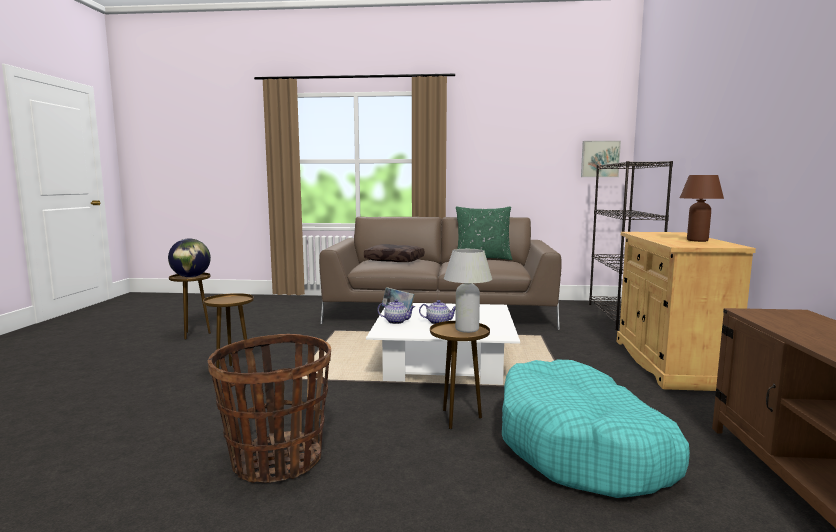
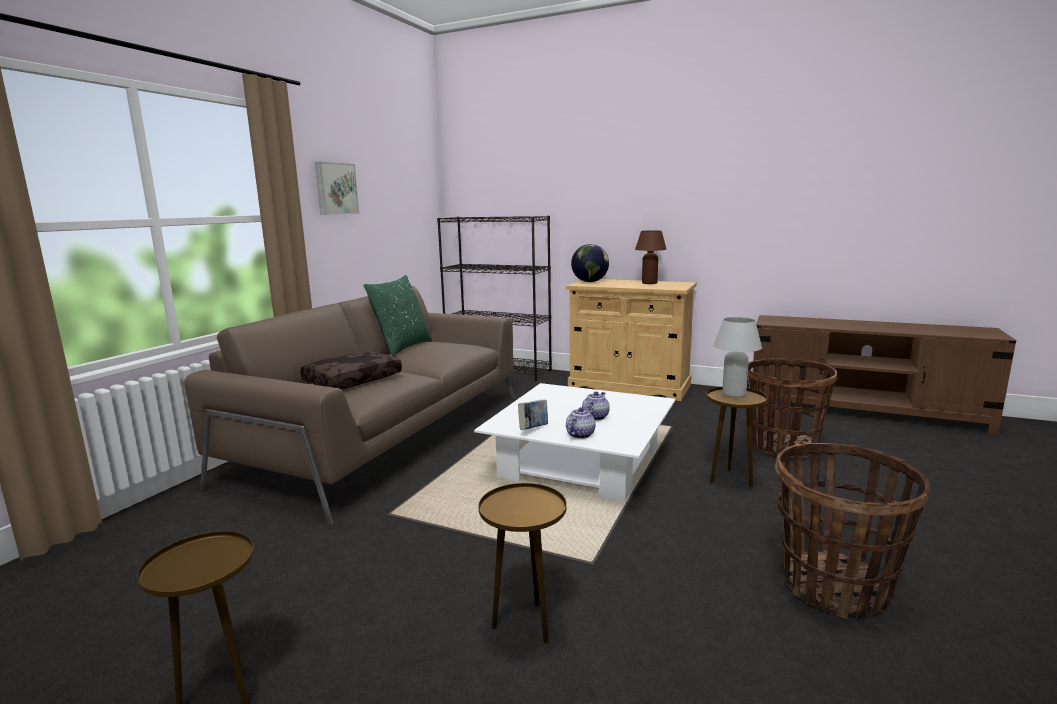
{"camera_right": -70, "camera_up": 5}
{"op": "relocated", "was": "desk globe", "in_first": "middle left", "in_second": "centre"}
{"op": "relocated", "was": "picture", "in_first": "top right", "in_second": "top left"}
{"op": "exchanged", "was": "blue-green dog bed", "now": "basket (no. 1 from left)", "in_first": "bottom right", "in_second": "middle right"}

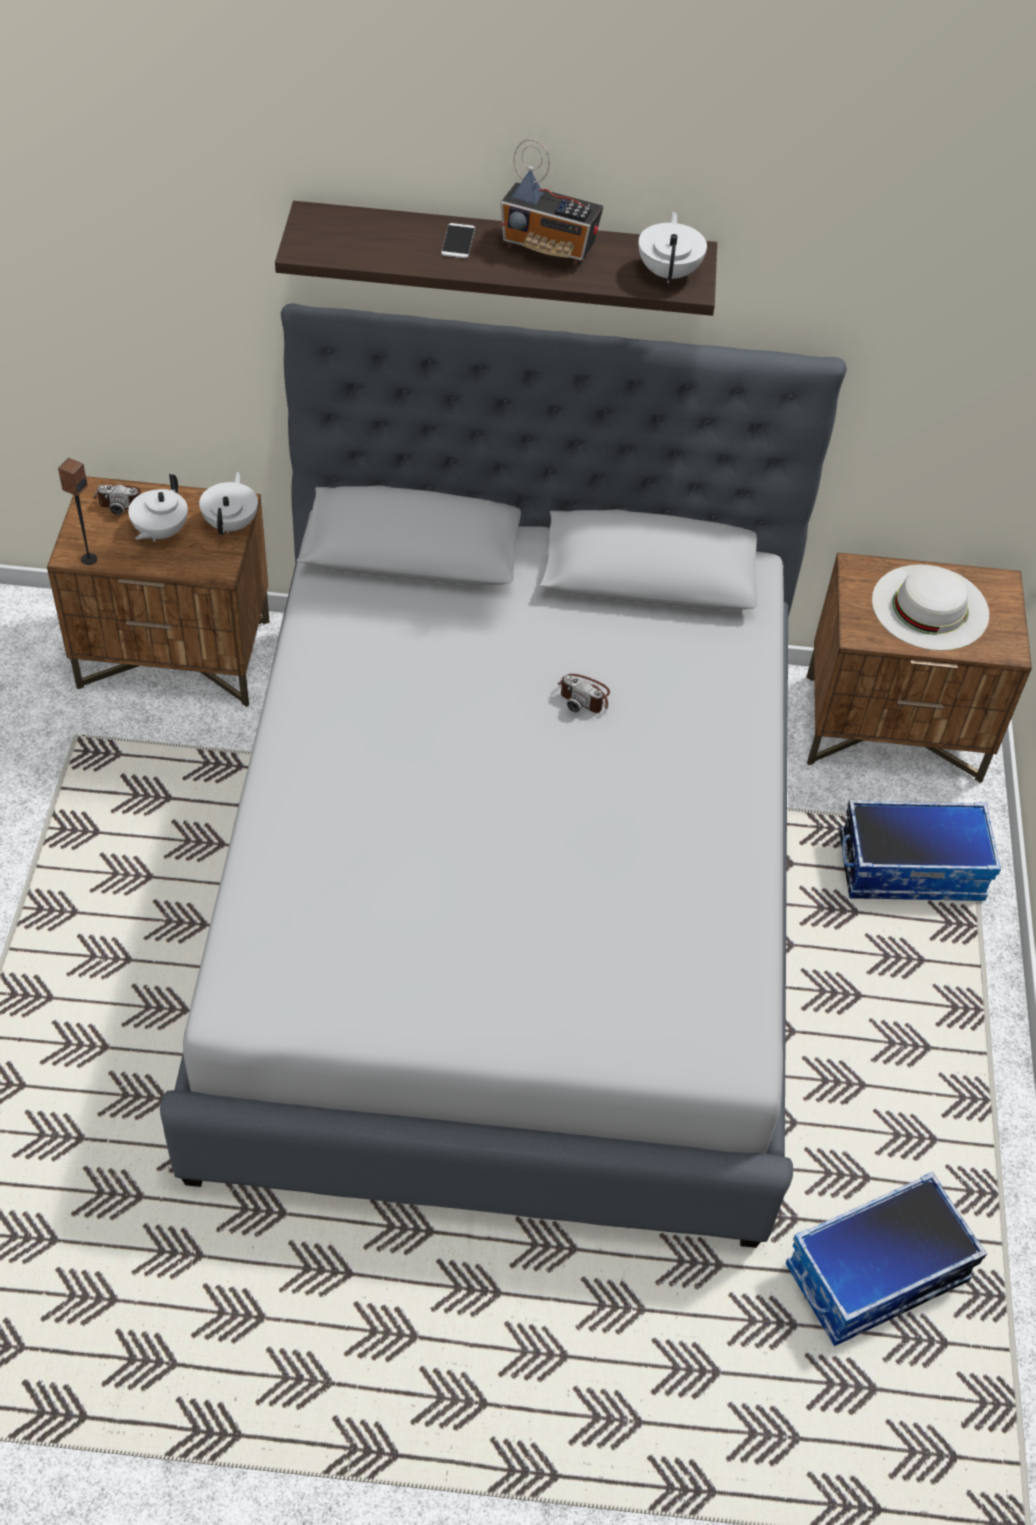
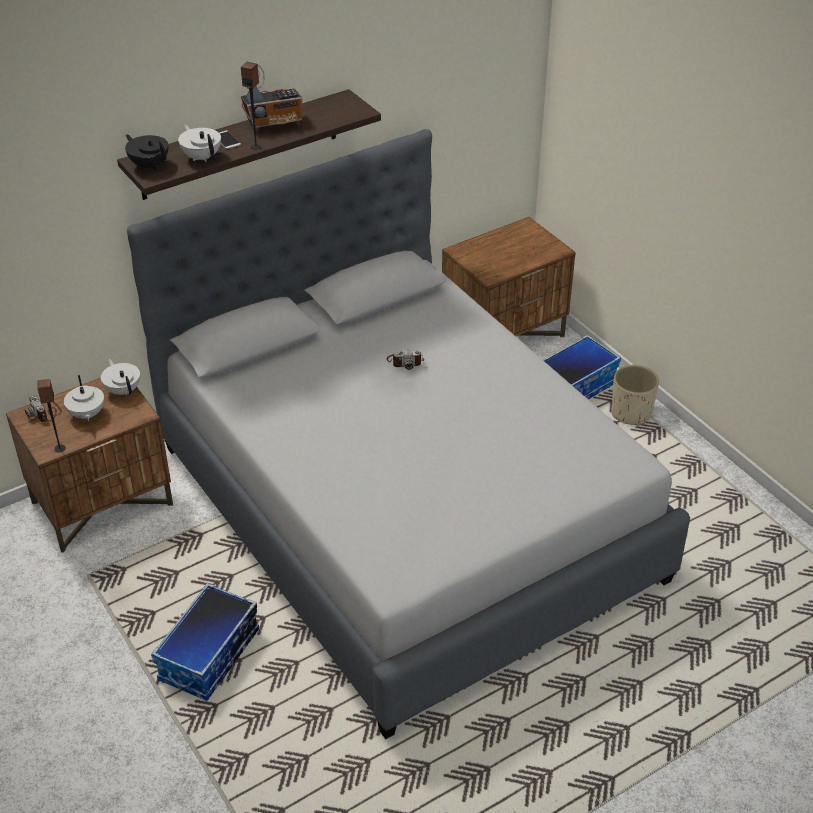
{"camera_right": -35, "camera_up": -10}
{"op": "missing", "was": "white-coloured wearable hat", "in_first": "middle right"}
{"op": "appeared", "now": "black-coloured tea pot", "in_second": "top left"}
{"op": "appeared", "now": "speaker (no. 2 from left)", "in_second": "top left"}
{"op": "appeared", "now": "beige-coloured flower pot", "in_second": "middle right"}
{"op": "relocated", "was": "white-coloured tea pot (no. 3 from left)", "in_first": "top centre", "in_second": "top left"}
{"op": "relocated", "was": "storage box (no. 1 from left)", "in_first": "bottom right", "in_second": "bottom left"}
{"op": "spun", "was": "photo camera (no. 1 from left)", "in_first": "top left", "in_second": "middle left", "clockwise": 90}

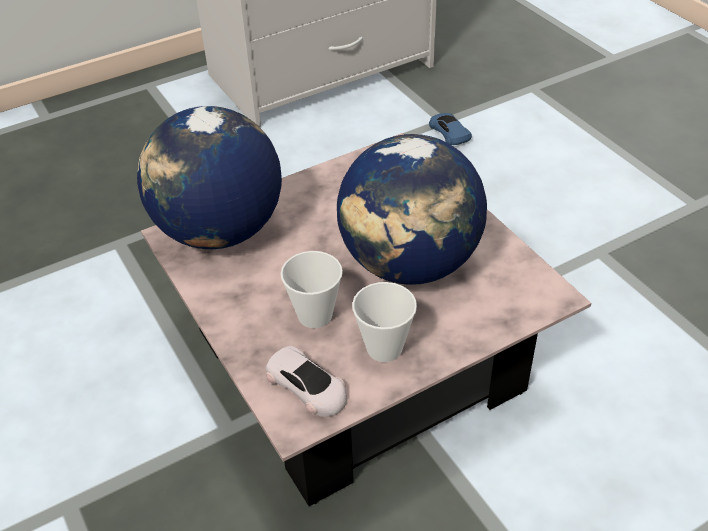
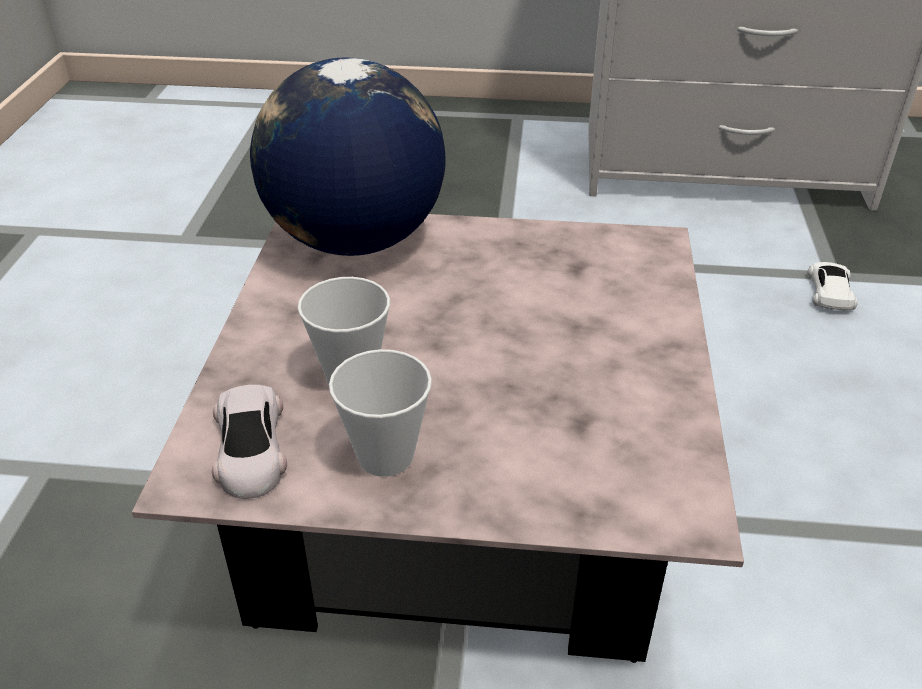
{"camera_right": 35, "camera_up": -5}
{"op": "missing", "was": "desk globe (no. 2 from left)", "in_first": "centre"}
{"op": "colour", "was": "blue-coloured model car", "now": "white-coloured model car (no. 2 from left)", "in_first": "top centre", "in_second": "middle right"}

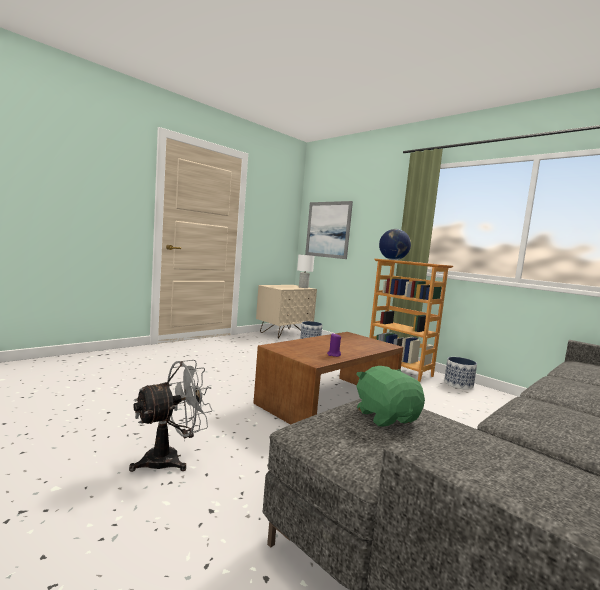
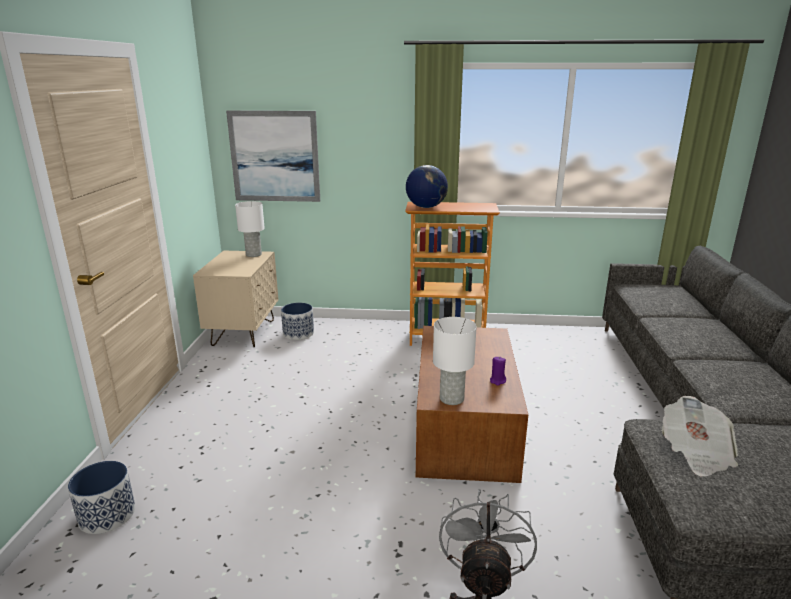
{"camera_right": -40, "camera_up": 15}
{"op": "appeared", "now": "white-coloured lamp for a table (no. 2 from left)", "in_second": "centre"}
{"op": "relocated", "was": "flower pot (no. 2 from left in the first image)", "now": "flower pot (no. 1 from left)", "in_first": "middle right", "in_second": "bottom left"}
{"op": "exchanged", "was": "greenish soft toy", "now": "daily paper", "in_first": "bottom centre", "in_second": "bottom right"}

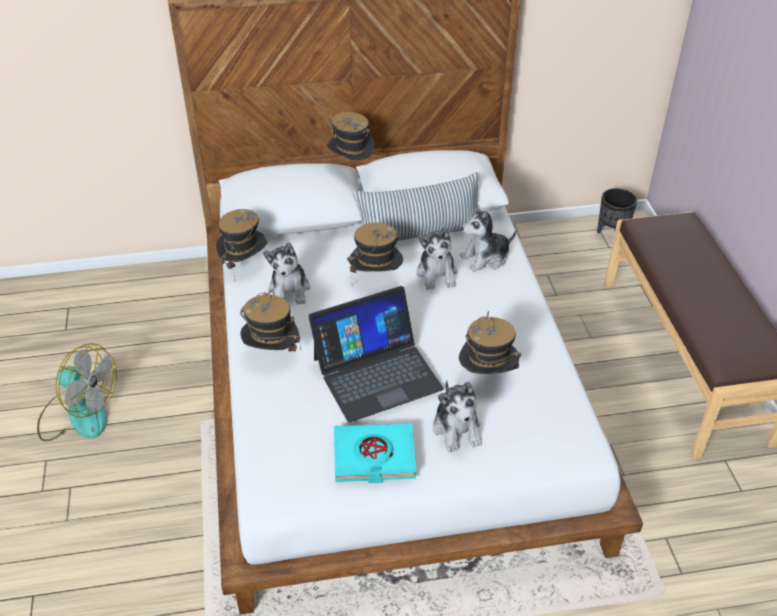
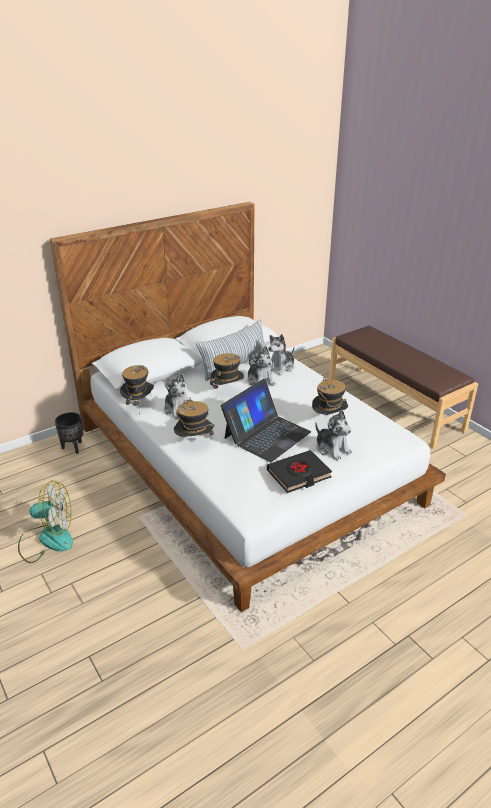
{"camera_right": -25, "camera_up": -10}
{"op": "missing", "was": "wearable hat (no. 3 from left)", "in_first": "top centre"}
{"op": "relocated", "was": "black-coloured flower pot", "in_first": "middle right", "in_second": "middle left"}
{"op": "colour", "was": "blue-green bound book", "now": "black-coloured bound book", "in_first": "bottom centre", "in_second": "centre"}

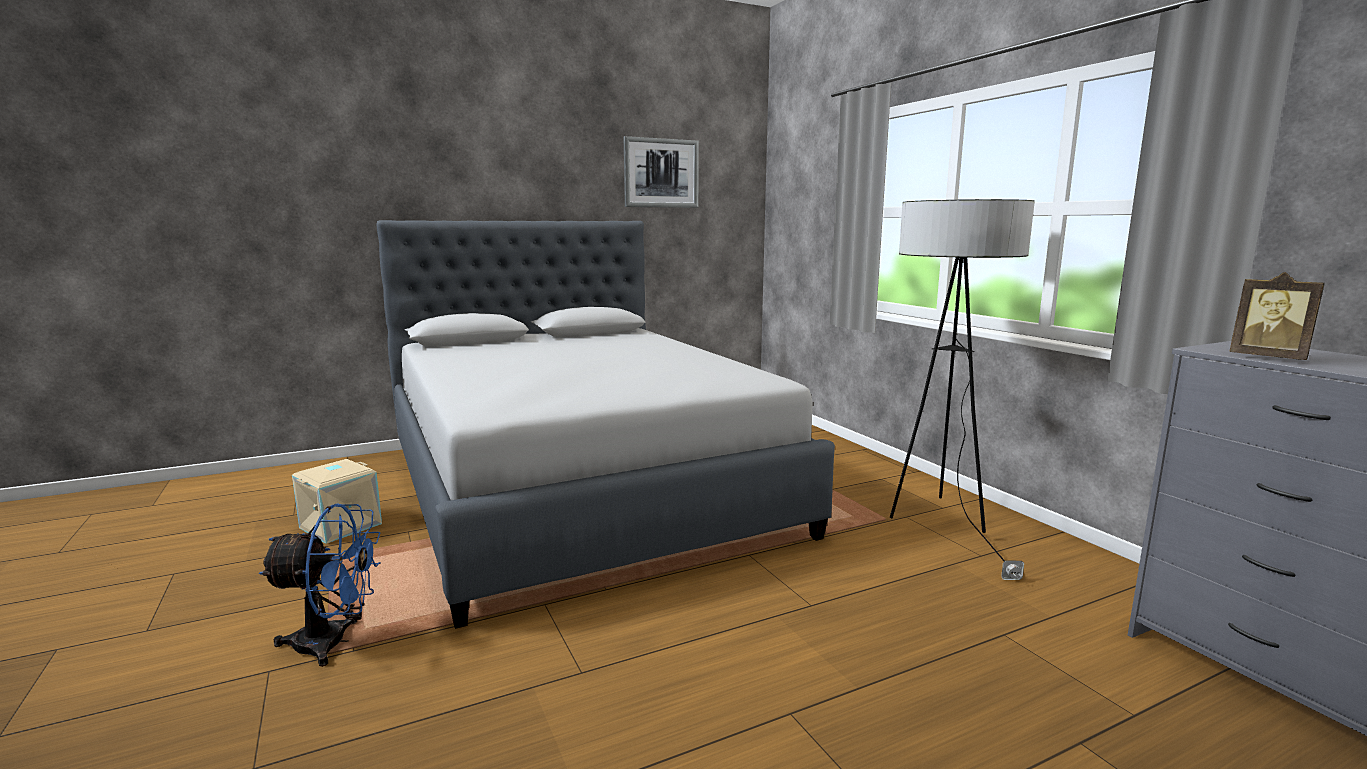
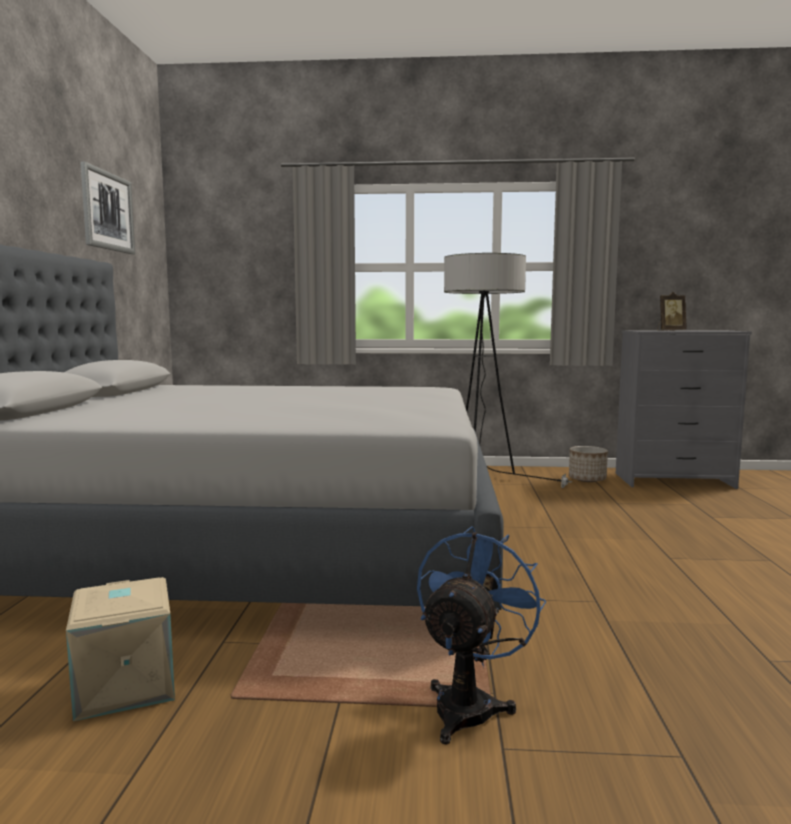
{"camera_right": -60, "camera_up": -5}
{"op": "appeared", "now": "flower pot", "in_second": "middle right"}

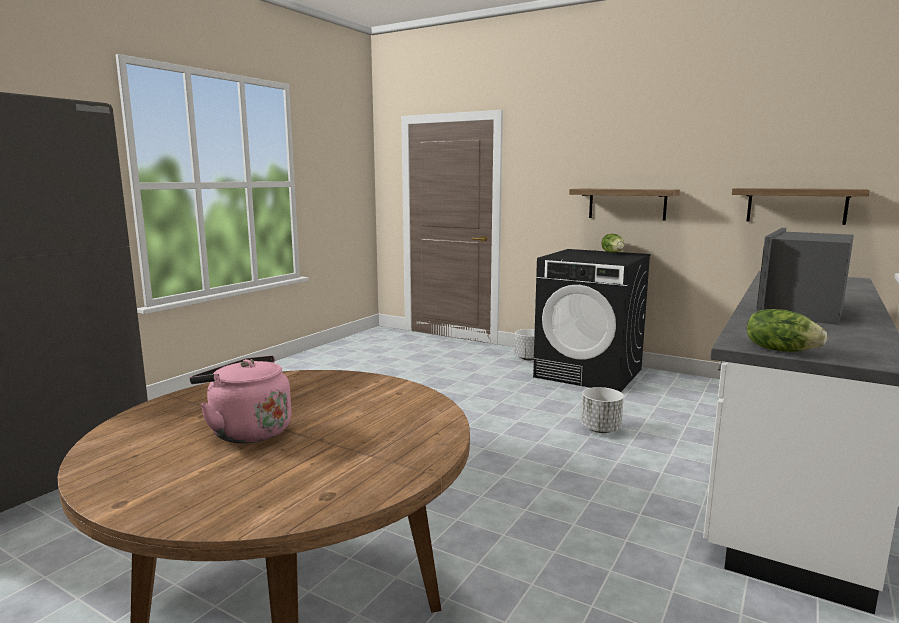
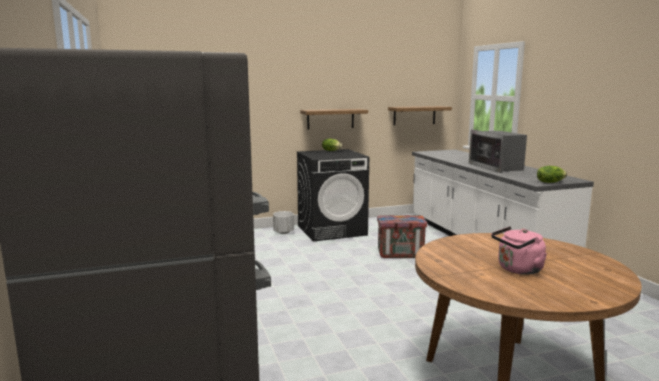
{"camera_right": -50, "camera_up": 0}
{"op": "exchanged", "was": "white-coloured flower pot (no. 2 from left)", "now": "packing crate", "in_first": "middle right", "in_second": "centre"}

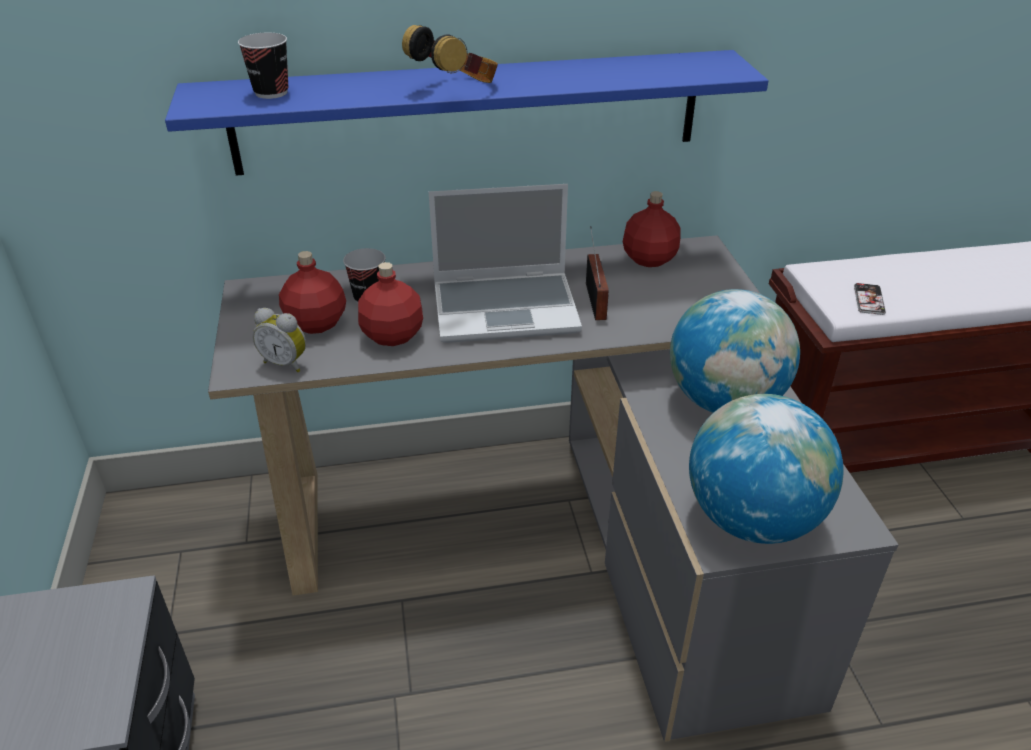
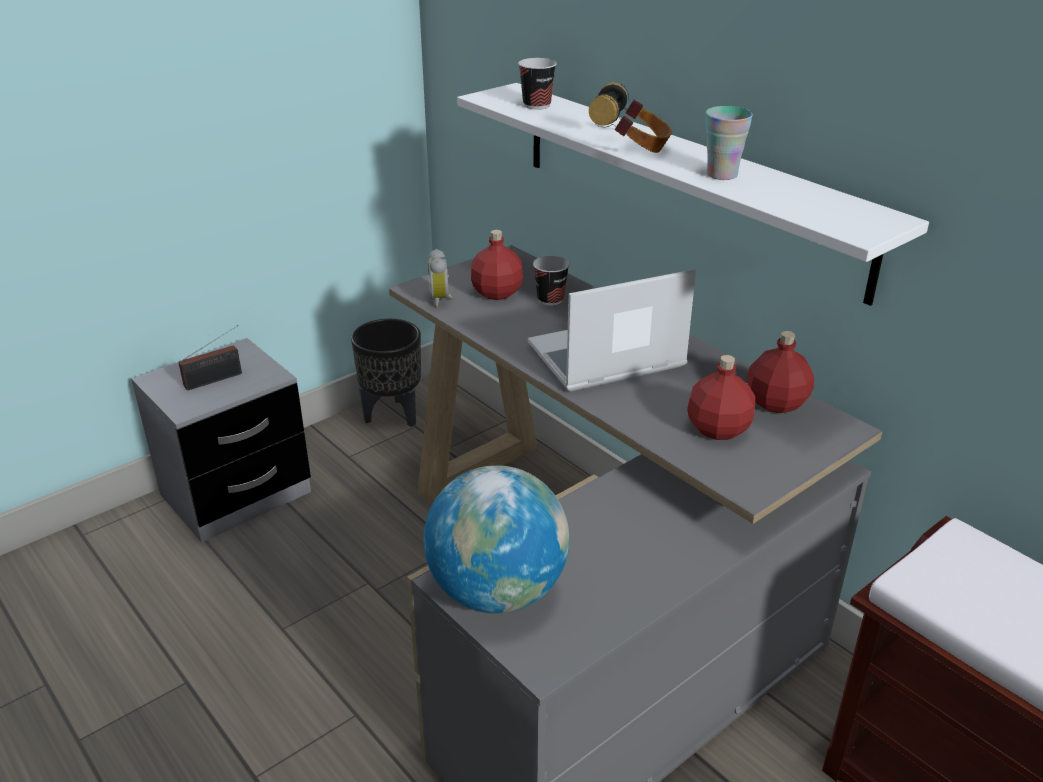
{"camera_right": 60, "camera_up": -5}
{"op": "missing", "was": "desk globe (no. 1 from left)", "in_first": "middle right"}
{"op": "missing", "was": "phone", "in_first": "middle right"}
{"op": "appeared", "now": "black-coloured flower pot", "in_second": "centre"}
{"op": "appeared", "now": "small cup (no. 3 from left)", "in_second": "top right"}
{"op": "relocated", "was": "red beverage bottle (no. 2 from left)", "in_first": "centre", "in_second": "middle right"}
{"op": "relocated", "was": "radio receiver", "in_first": "centre", "in_second": "middle left"}
{"op": "colour", "was": "blue-coloured shelf", "now": "white-coloured shelf", "in_first": "top centre", "in_second": "top centre"}
{"op": "spun", "was": "notebook computer", "in_first": "centre", "in_second": "centre", "clockwise": 105}

